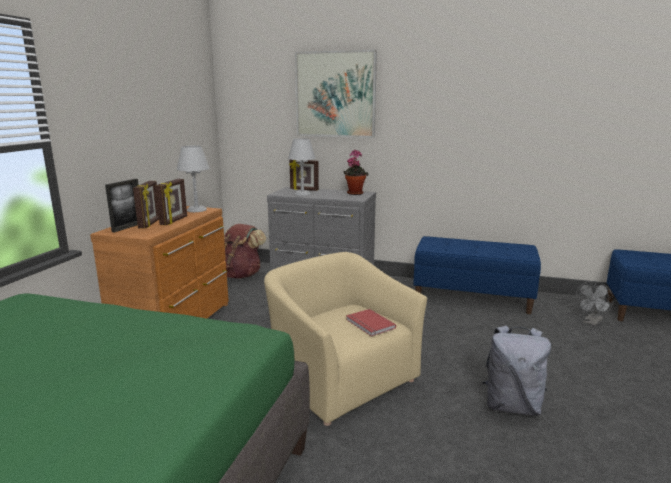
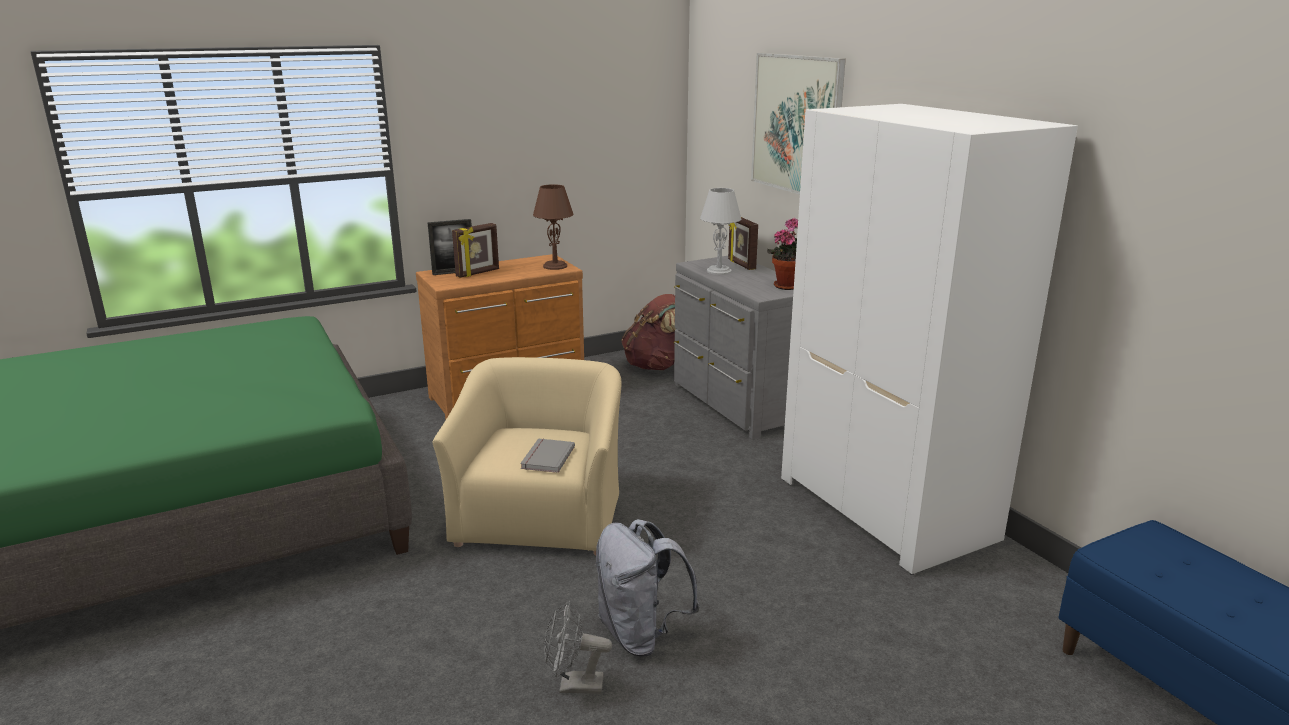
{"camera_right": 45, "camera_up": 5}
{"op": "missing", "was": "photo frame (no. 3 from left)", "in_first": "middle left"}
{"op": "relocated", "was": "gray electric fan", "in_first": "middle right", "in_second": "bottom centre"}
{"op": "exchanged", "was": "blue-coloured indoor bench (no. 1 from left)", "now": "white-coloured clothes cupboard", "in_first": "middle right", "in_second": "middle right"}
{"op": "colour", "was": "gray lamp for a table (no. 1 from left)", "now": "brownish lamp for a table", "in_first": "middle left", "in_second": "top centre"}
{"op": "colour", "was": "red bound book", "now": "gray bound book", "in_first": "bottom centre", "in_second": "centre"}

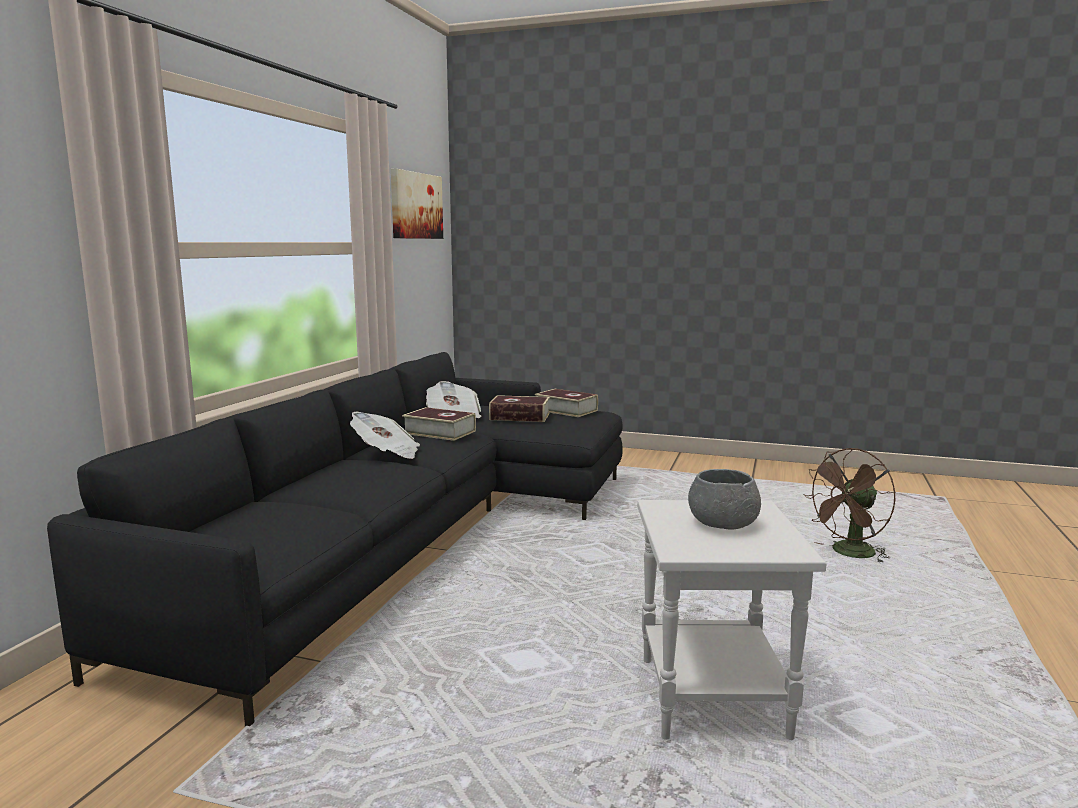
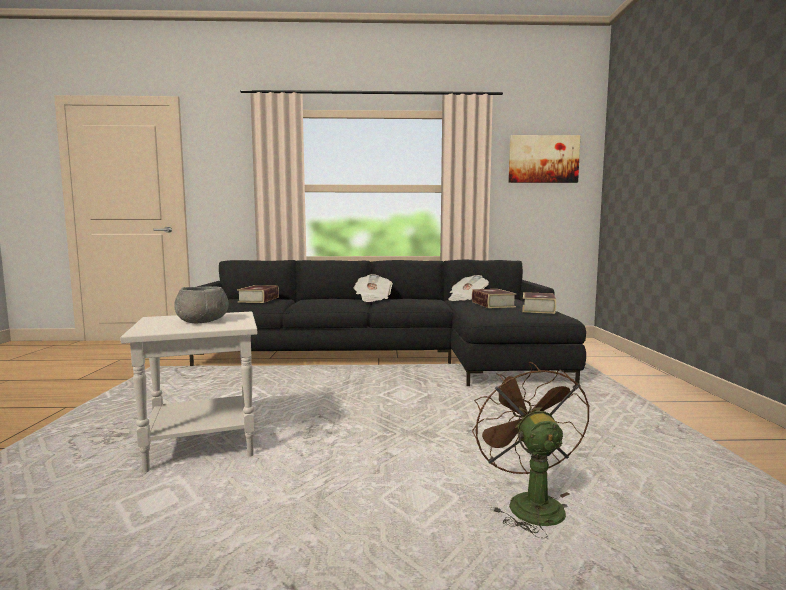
{"camera_right": 70, "camera_up": -5}
{"op": "relocated", "was": "bound book (no. 1 from left)", "in_first": "centre", "in_second": "middle left"}
{"op": "spun", "was": "brownish electric fan", "in_first": "middle right", "in_second": "bottom right", "clockwise": 45}

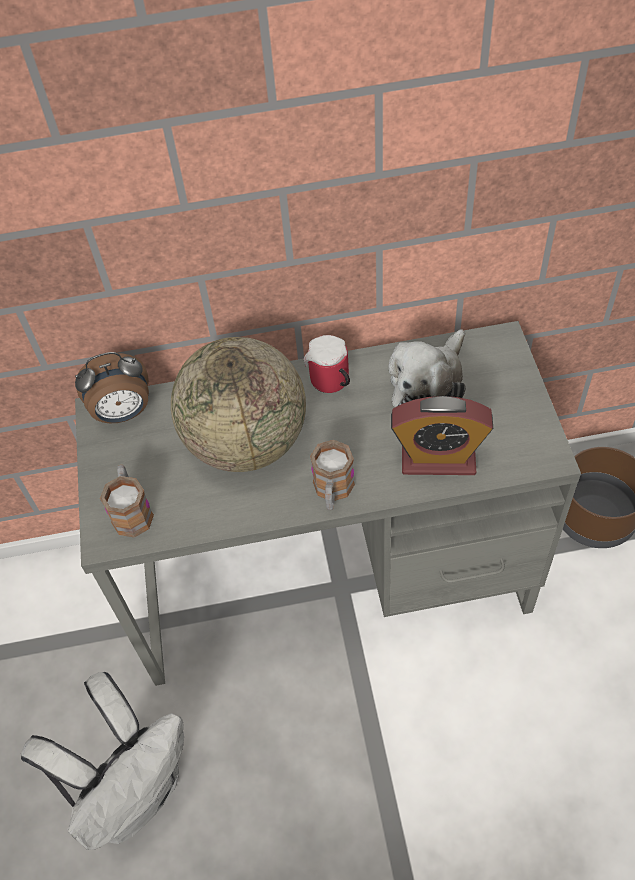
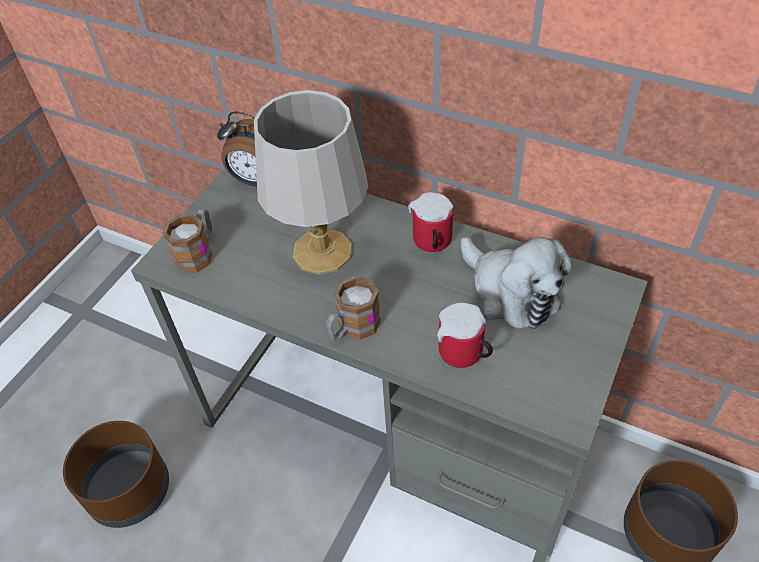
{"camera_right": 35, "camera_up": -5}
{"op": "exchanged", "was": "white-coloured knapsack", "now": "brownish flower pot (no. 1 from left)", "in_first": "bottom left", "in_second": "bottom left"}
{"op": "exchanged", "was": "desk globe", "now": "gray lamp for a table", "in_first": "centre", "in_second": "top centre"}
{"op": "exchanged", "was": "alarm clock (no. 2 from left)", "now": "mug (no. 4 from left)", "in_first": "middle right", "in_second": "centre"}
{"op": "spun", "was": "soft toy", "in_first": "middle right", "in_second": "middle right", "clockwise": -105}

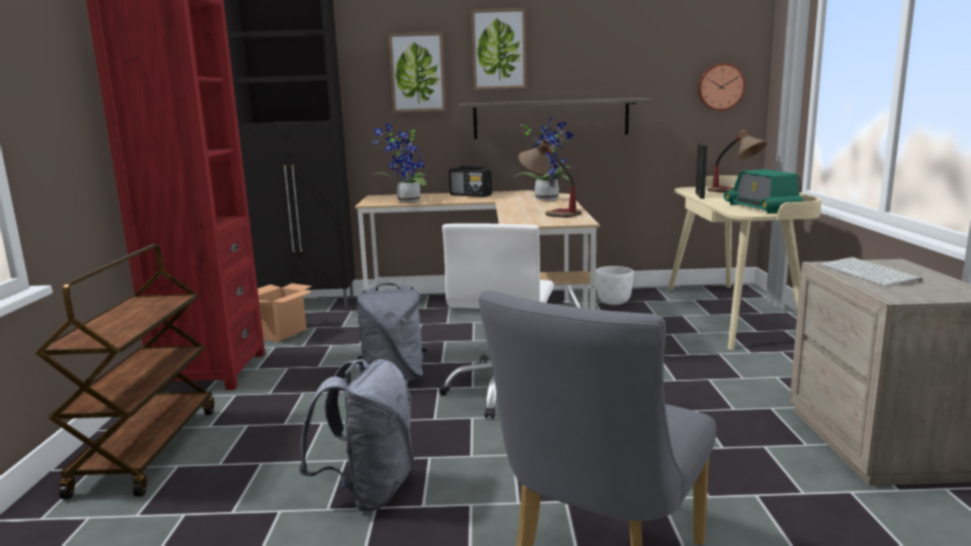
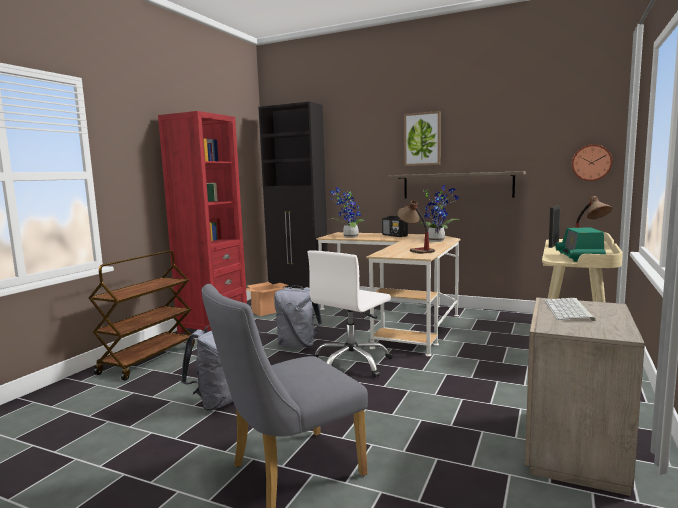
{"camera_right": 25, "camera_up": -5}
{"op": "missing", "was": "picture (no. 1 from left)", "in_first": "top centre"}
{"op": "missing", "was": "white-coloured flower pot", "in_first": "centre"}

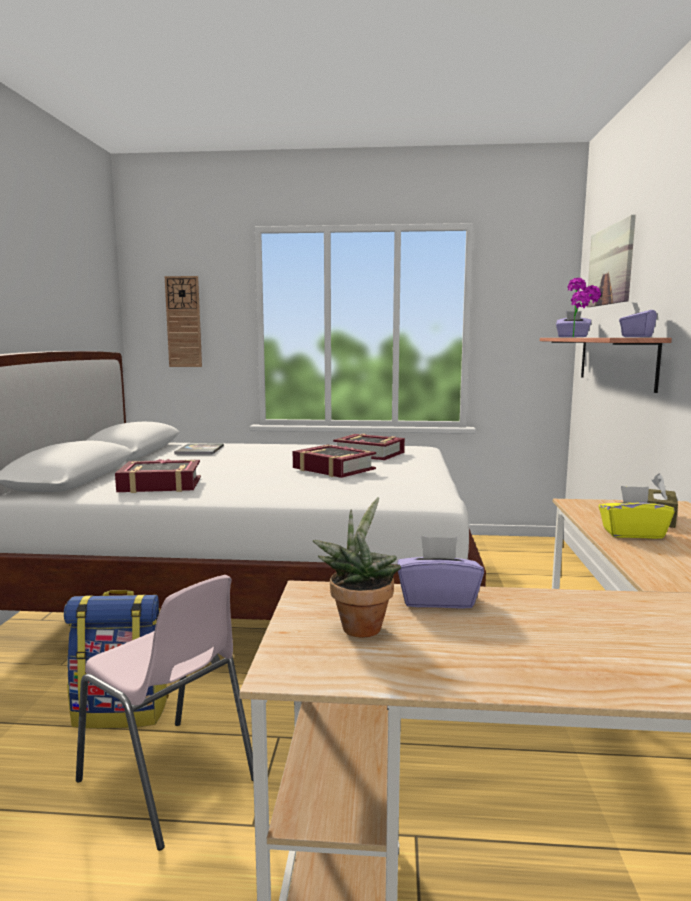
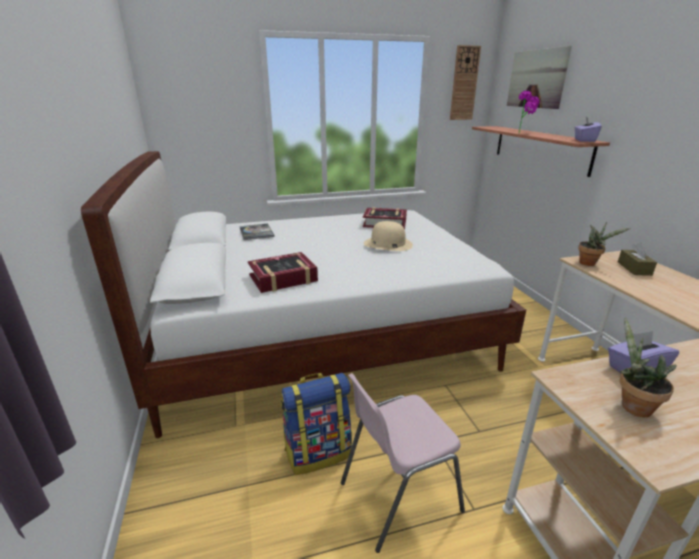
{"camera_right": -20, "camera_up": 15}
{"op": "missing", "was": "purple-coloured tissue box (no. 2 from left)", "in_first": "middle right"}
{"op": "missing", "was": "yellow tissue box", "in_first": "middle right"}
{"op": "appeared", "now": "potted plant (no. 2 from left)", "in_second": "middle right"}
{"op": "relocated", "was": "hanging clock", "in_first": "middle left", "in_second": "top centre"}
{"op": "exchanged", "was": "bound book (no. 3 from left)", "now": "beige-coloured wearable hat", "in_first": "centre", "in_second": "centre"}
{"op": "spun", "was": "pinkish upright chair", "in_first": "bottom left", "in_second": "bottom centre", "clockwise": 135}

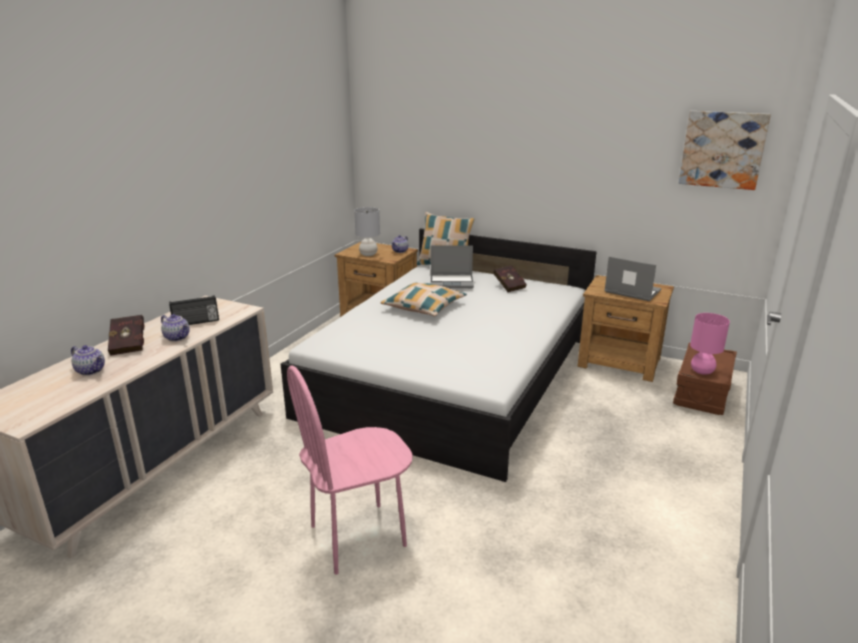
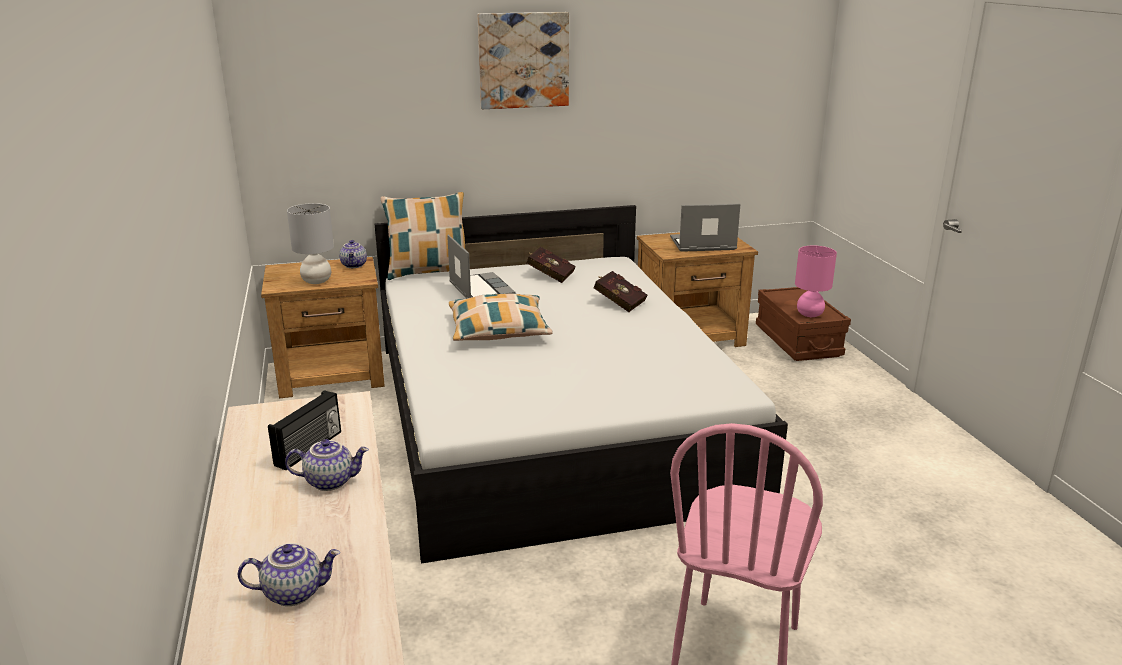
{"camera_right": -40, "camera_up": 0}
{"op": "relocated", "was": "red bound book (no. 1 from left in the first image)", "now": "red bound book (no. 2 from left)", "in_first": "middle left", "in_second": "centre"}
{"op": "relocated", "was": "picture", "in_first": "top right", "in_second": "top centre"}
{"op": "spun", "was": "notebook computer (no. 1 from left)", "in_first": "centre", "in_second": "centre", "clockwise": -75}

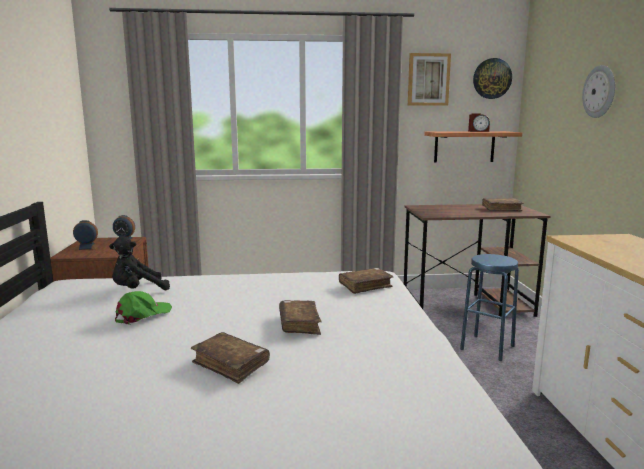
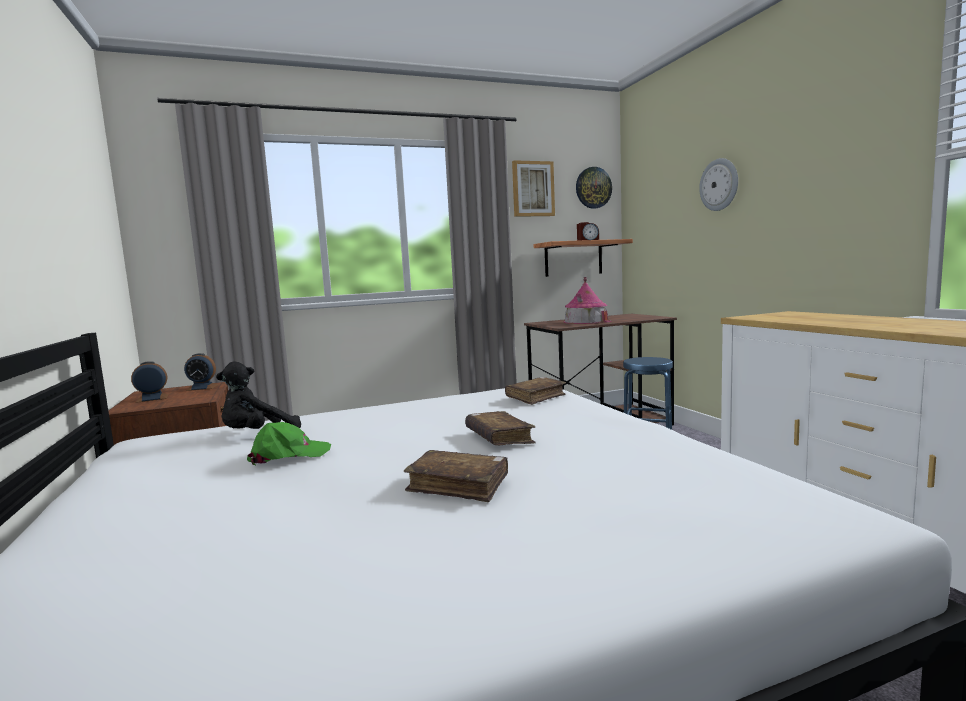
{"camera_right": -15, "camera_up": -5}
{"op": "missing", "was": "brownish bound book (no. 4 from left)", "in_first": "middle right"}
{"op": "appeared", "now": "miniature house", "in_second": "centre"}
{"op": "spun", "was": "greenish peaked cap", "in_first": "middle left", "in_second": "middle left", "clockwise": 45}

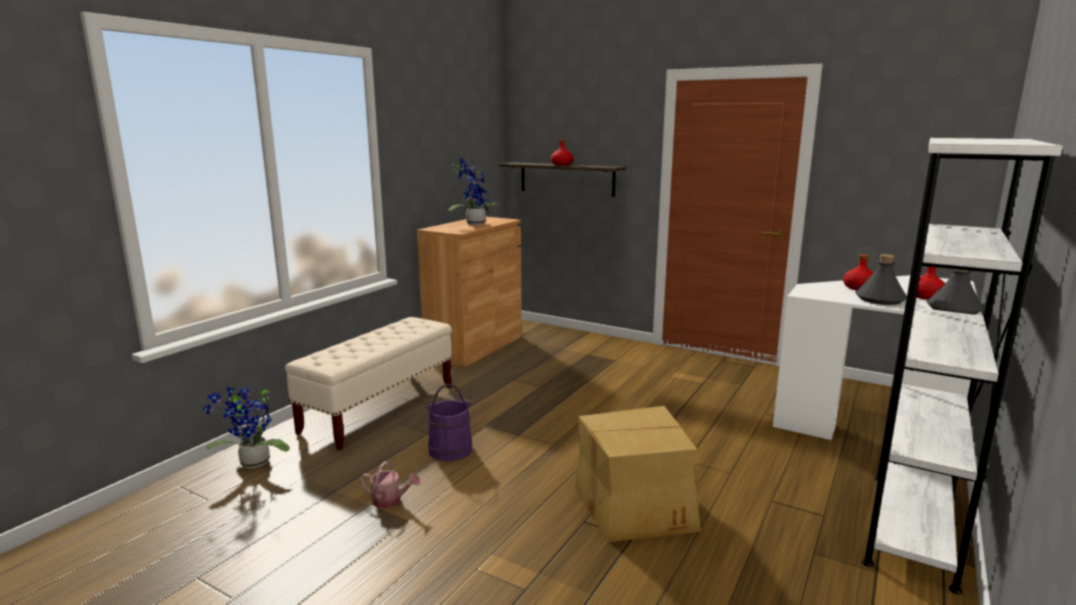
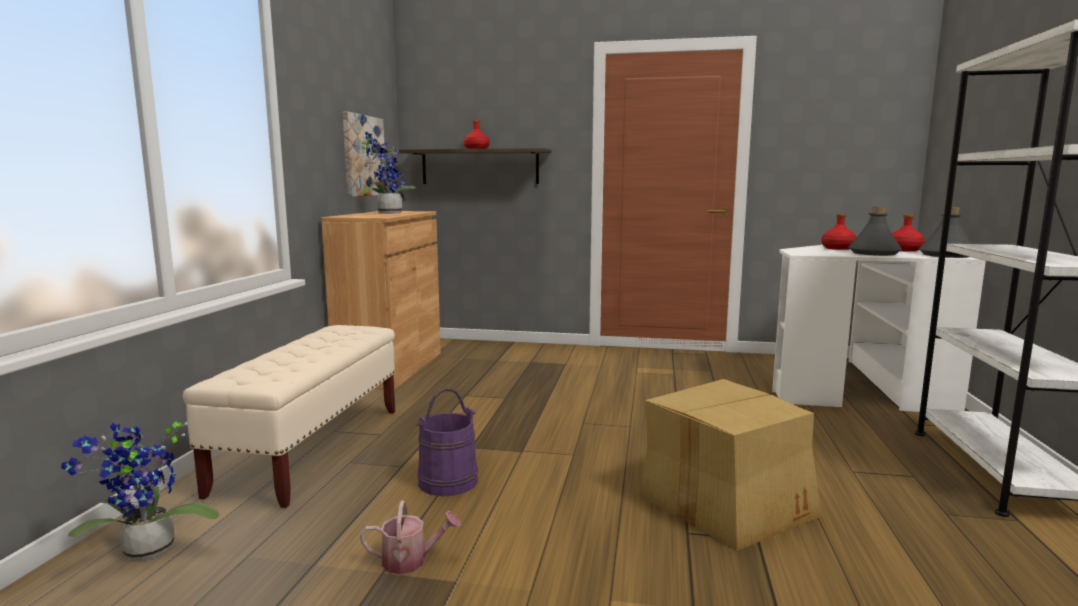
{"camera_right": -20, "camera_up": -5}
{"op": "appeared", "now": "picture", "in_second": "top centre"}

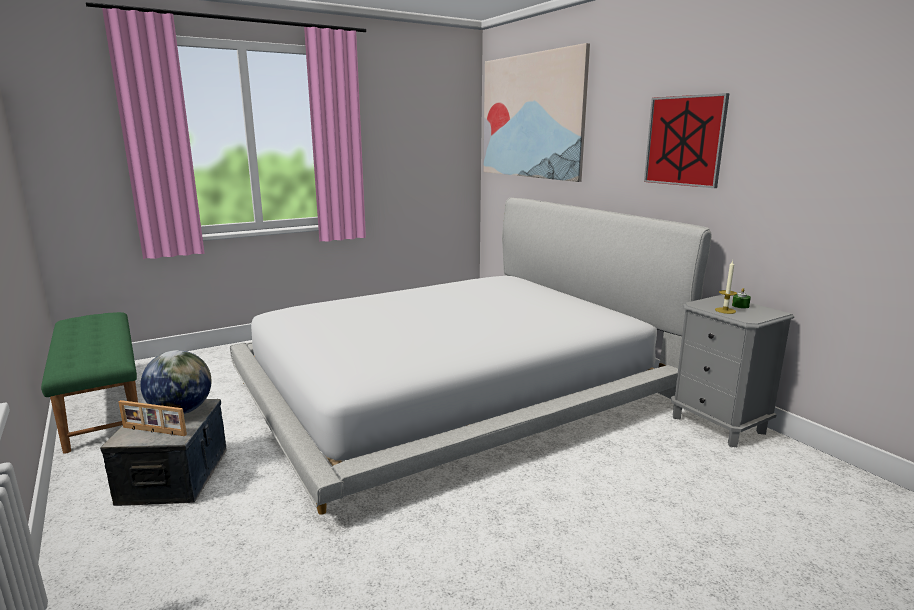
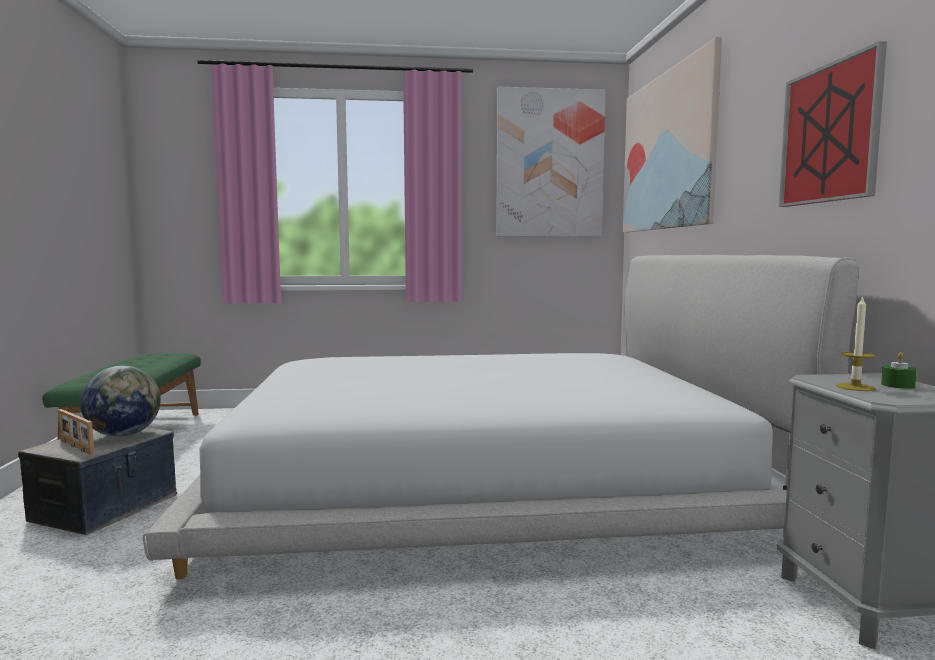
{"camera_right": 25, "camera_up": -10}
{"op": "appeared", "now": "picture (no. 1 from left)", "in_second": "top centre"}

